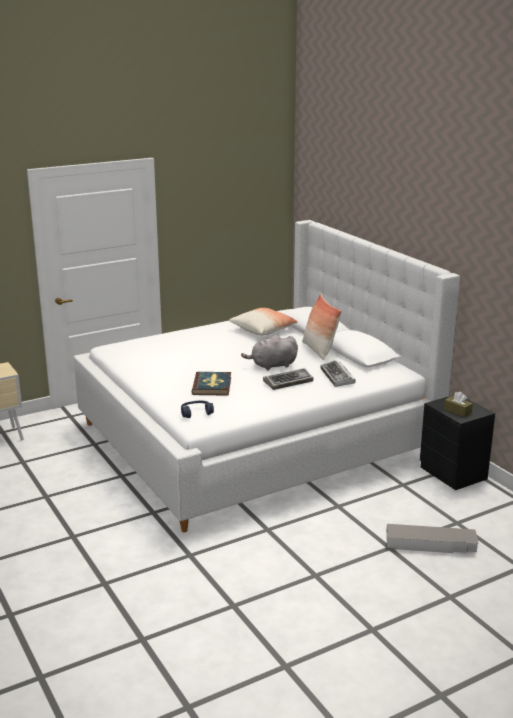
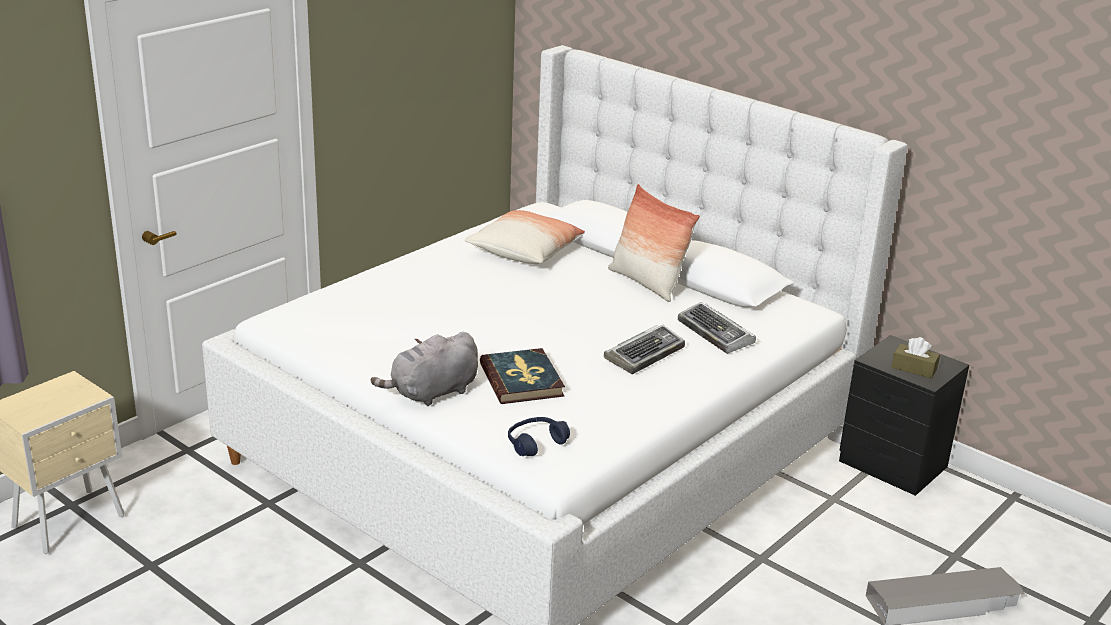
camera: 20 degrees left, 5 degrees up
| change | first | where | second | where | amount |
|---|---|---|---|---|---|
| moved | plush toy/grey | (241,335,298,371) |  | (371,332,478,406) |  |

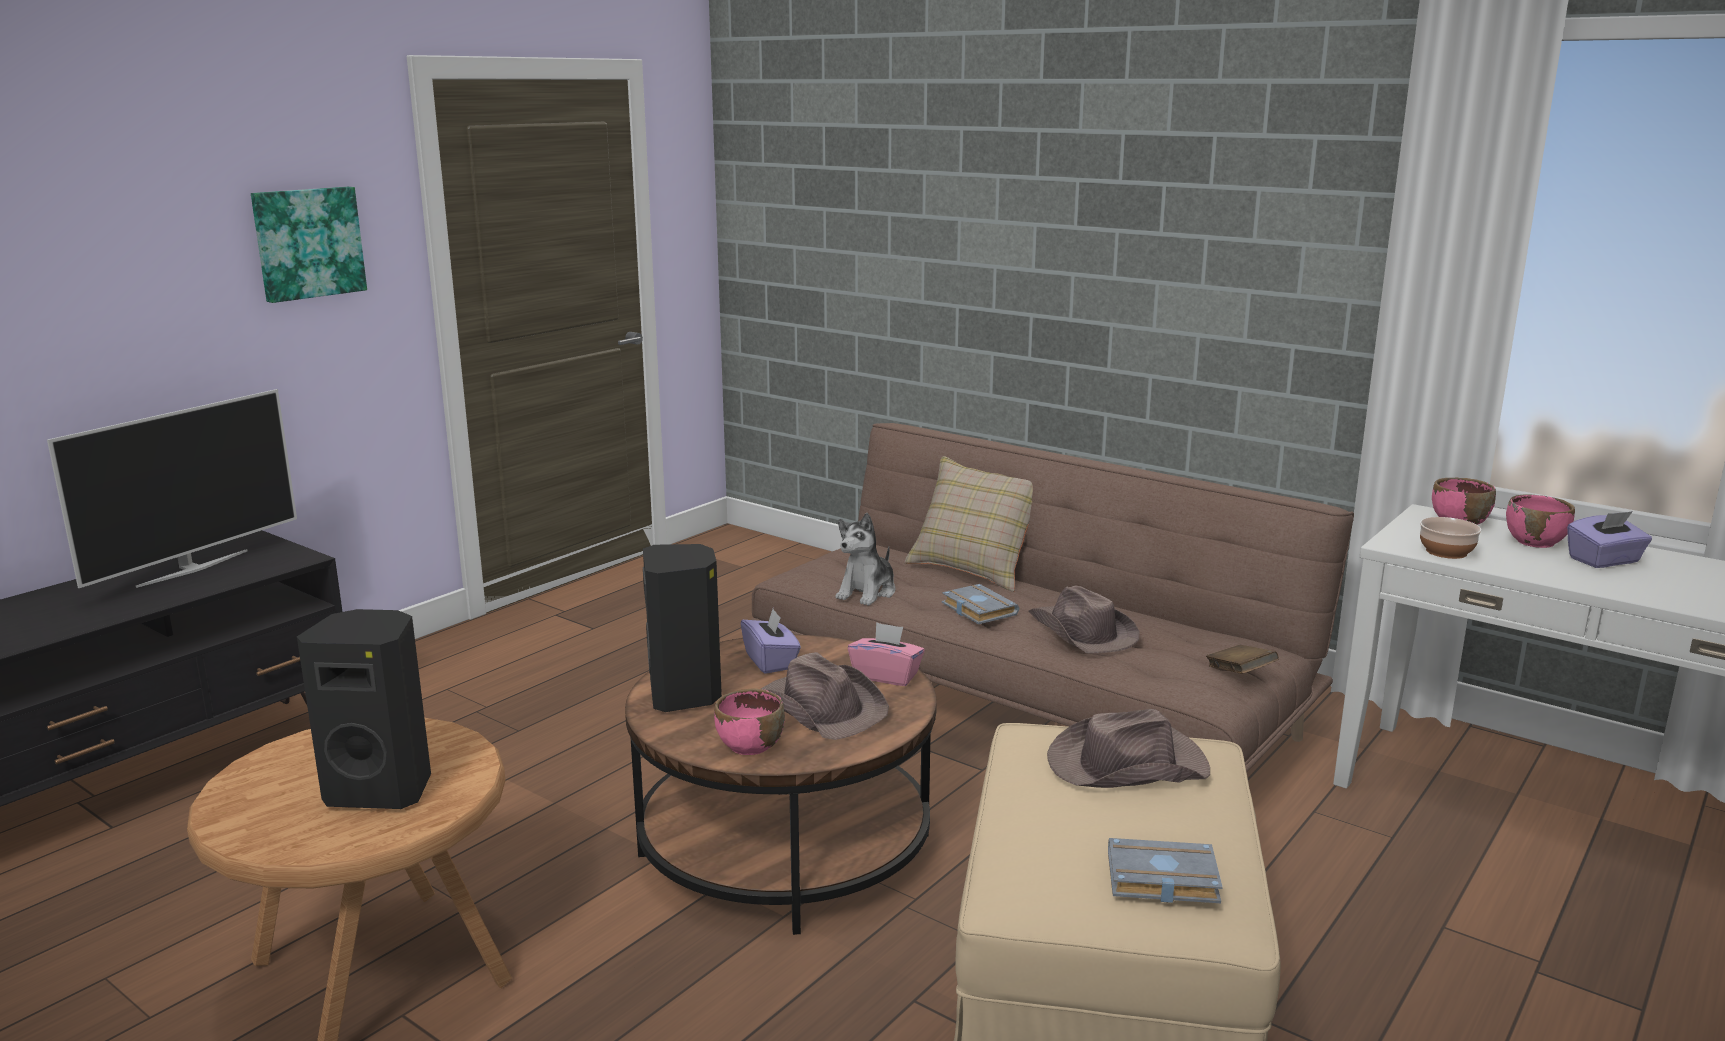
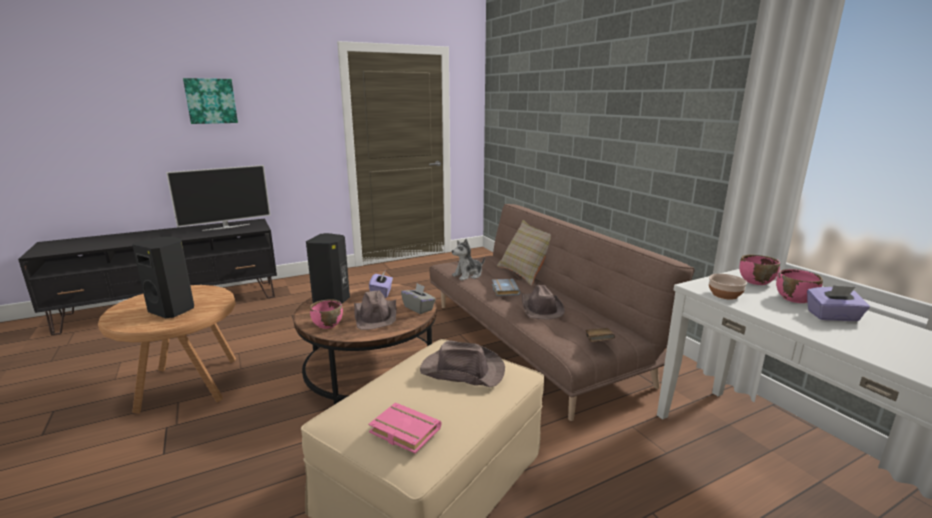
camera: 25 degrees right, 0 degrees up
| change | first | where | second | where | amount |
|---|---|---|---|---|---|
| moved | picture | (251,187,367,303) |  | (183,78,238,124) |  |
| recoloured | book/grey | (1108,838,1223,903) | book/pink | (368,402,442,453) |  |
| recoloured | tissue box/pink | (848,622,925,686) | tissue box/grey | (401,283,436,314) |  |

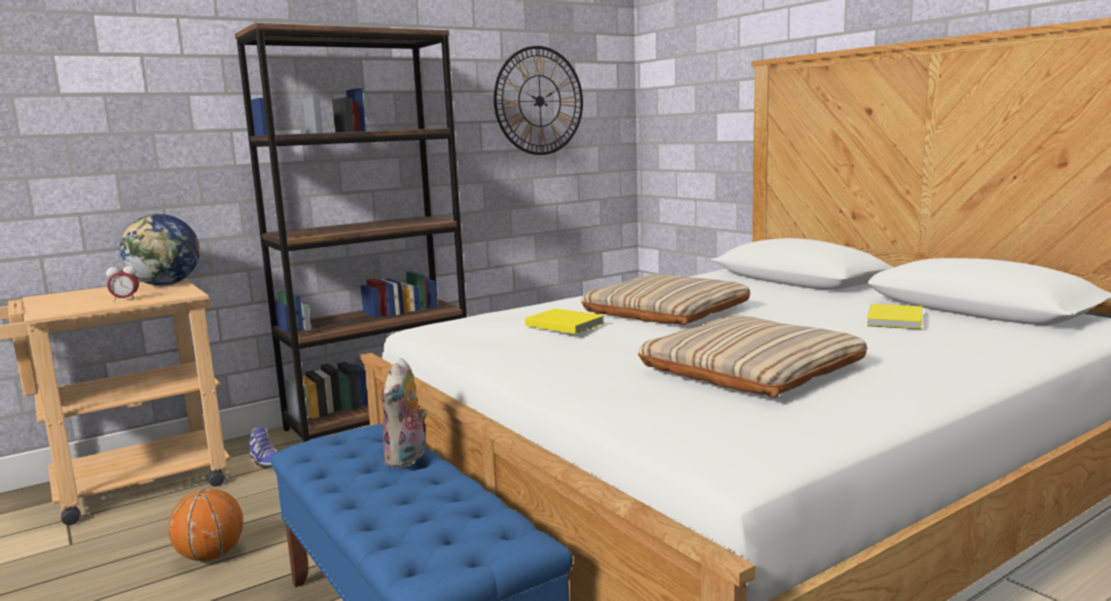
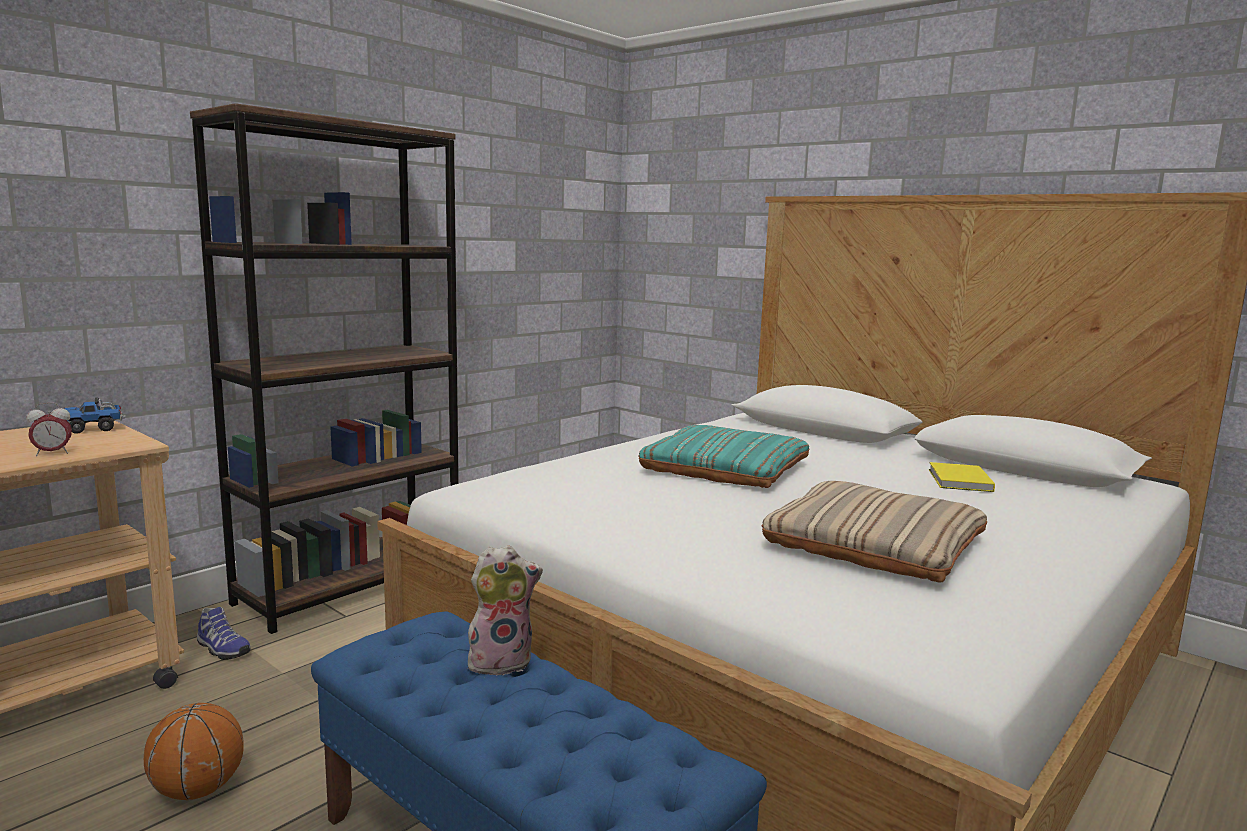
camera: 15 degrees left, 0 degrees up
| change | first | where | second | where | amount |
|---|---|---|---|---|---|
| replaced | globe | (120,214,200,286) | toy truck | (64,398,126,434) |  |
| turned | plush toy | (382,358,427,468) |  | (468,546,543,676) | 105 degrees counterclockwise |
| recoloured | pillow/beige | (581,274,751,325) | pillow/turquoise | (638,425,810,488) |  |
| removed | wall clock | (494,46,583,155) |  |  |  |
| removed | book/yellow | (525,309,605,334) |  |  |  |

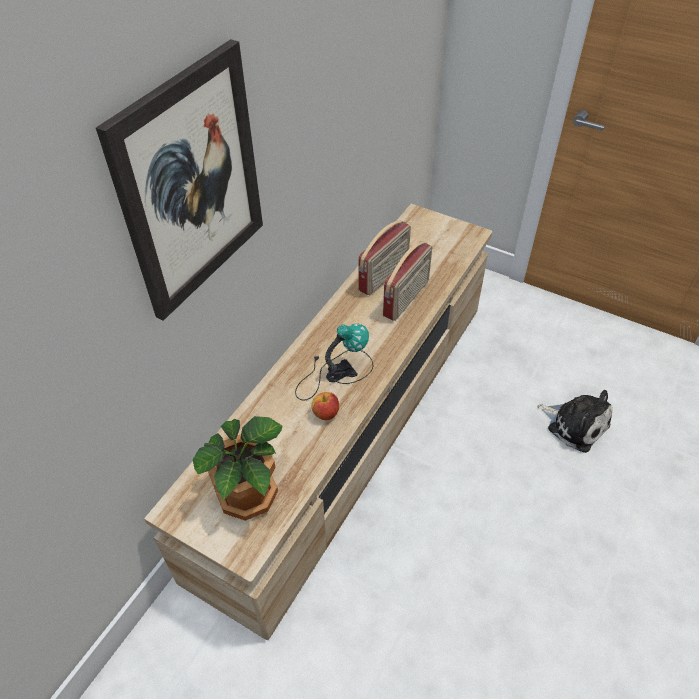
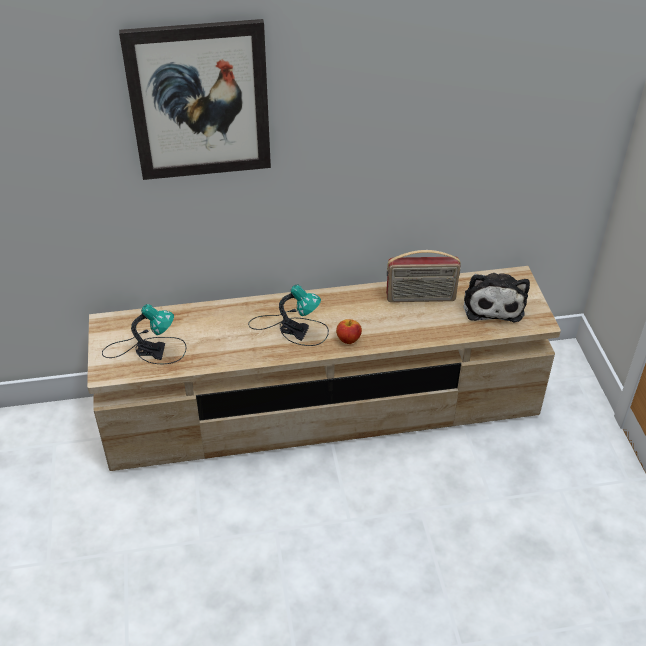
camera: 50 degrees right, 5 degrees down
| change | first | where | second | where | amount |
|---|---|---|---|---|---|
| replaced | potted plant | (193,416,282,521) | table lamp | (102,304,187,364) |  |
| moved | apple | (312,392,339,420) |  | (336,319,362,344) |  |
| moved | plush toy | (537,390,612,453) |  | (464,273,530,322) |  |
| removed | radio | (383,241,432,321) |  |  |  |

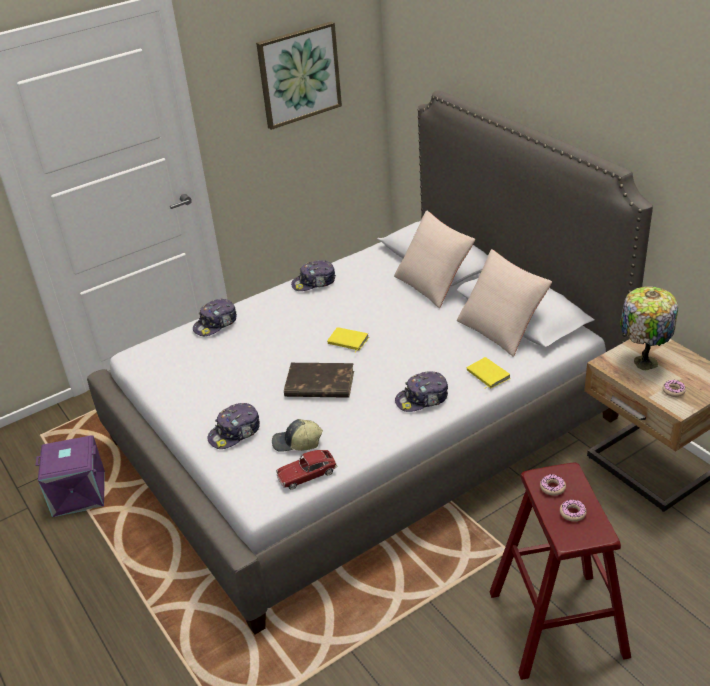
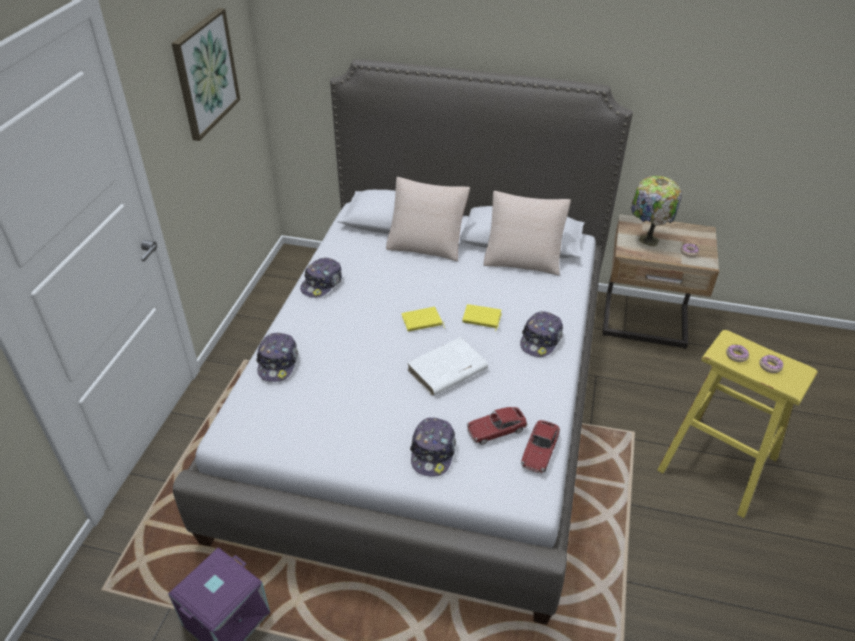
camera: 45 degrees left, 5 degrees up
| change | first | where | second | where | amount |
|---|---|---|---|---|---|
| recoloured | book/brown | (284,363,354,398) | book/white | (407,337,488,396) |  |
| moved | book/yellow | (467,357,511,389) |  | (462,304,502,331) |  |
| replaced | cap | (272,419,323,452) | toy car | (467,407,528,445) |  |
| recoloured | stool/red | (490,463,631,680) | stool/yellow | (657,330,818,518) |  |

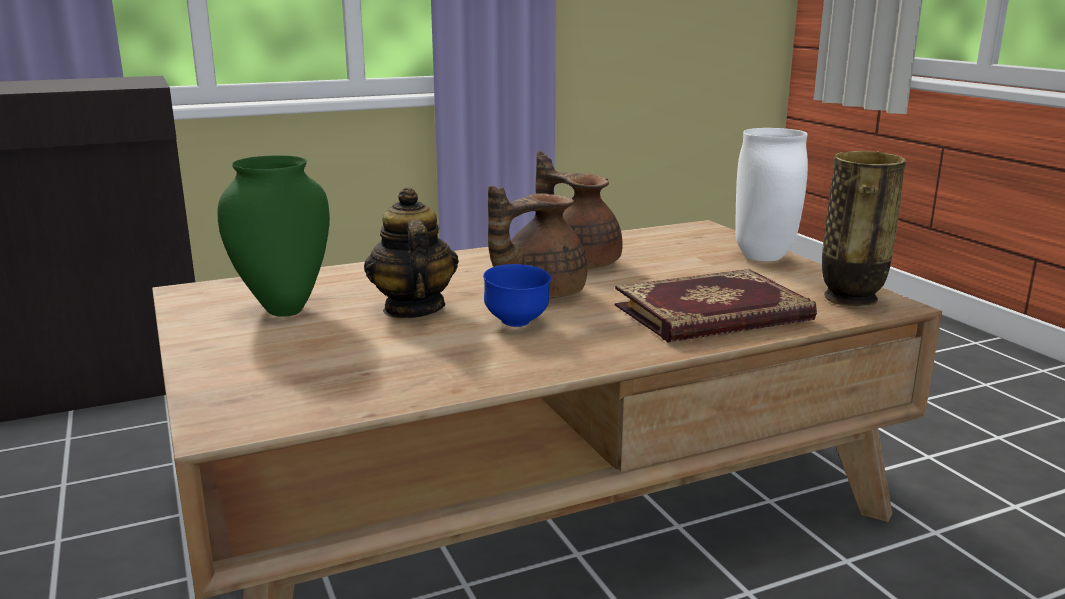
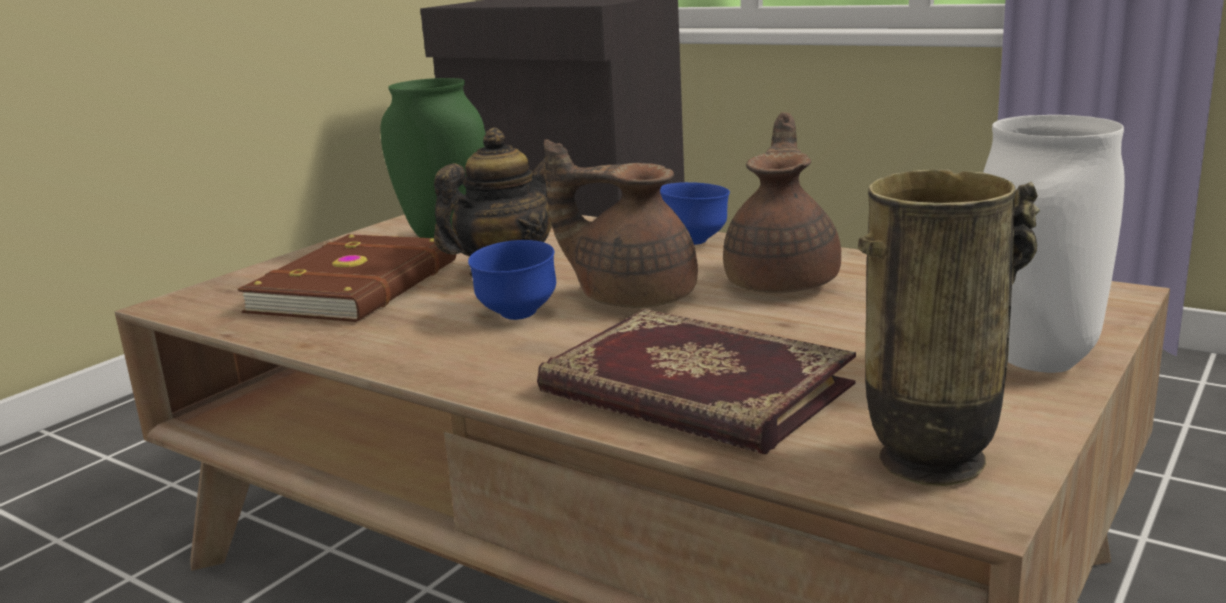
camera: 60 degrees right, 0 degrees up
| change | first | where | second | where | amount |
|---|---|---|---|---|---|
| added |  |  | book/brown | (237,234,456,322) |  |
| added |  |  | bowl/blue | (660,182,730,245) |  |

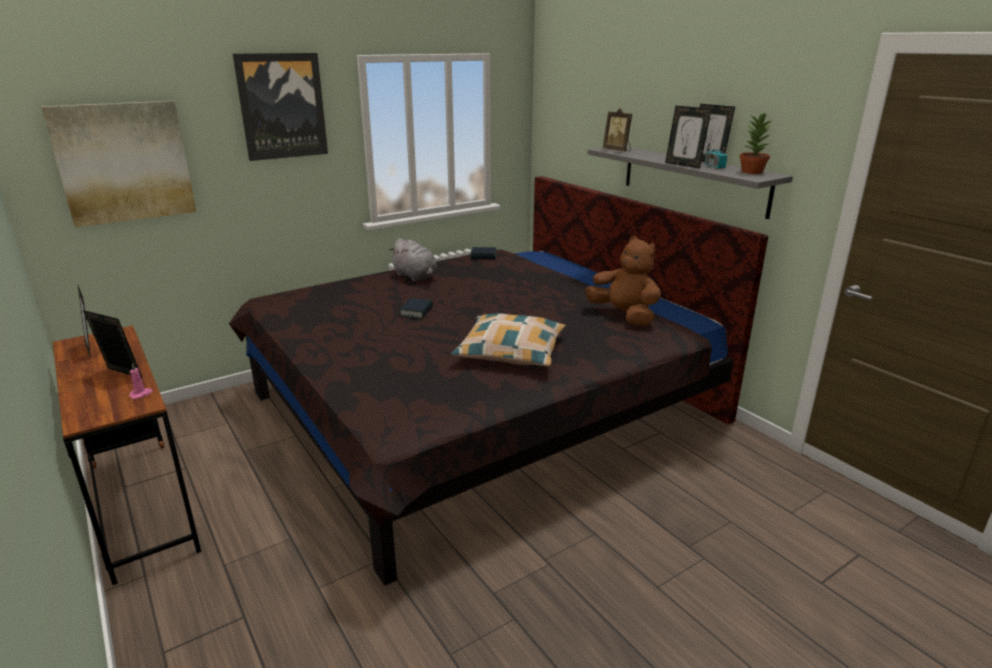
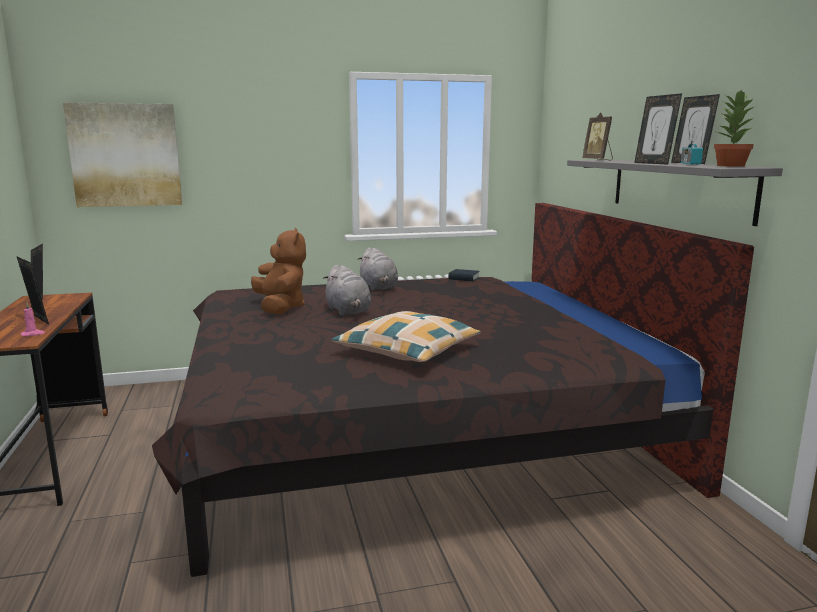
camera: 20 degrees right, 10 degrees down
| change | first | where | second | where | amount |
|---|---|---|---|---|---|
| moved | plush toy/brown | (585,236,661,326) |  | (251,228,306,314) |  |
| replaced | book | (400,298,433,319) | plush toy/grey | (323,265,371,315) |  |
| removed | picture | (233,53,328,161) |  |  |  |

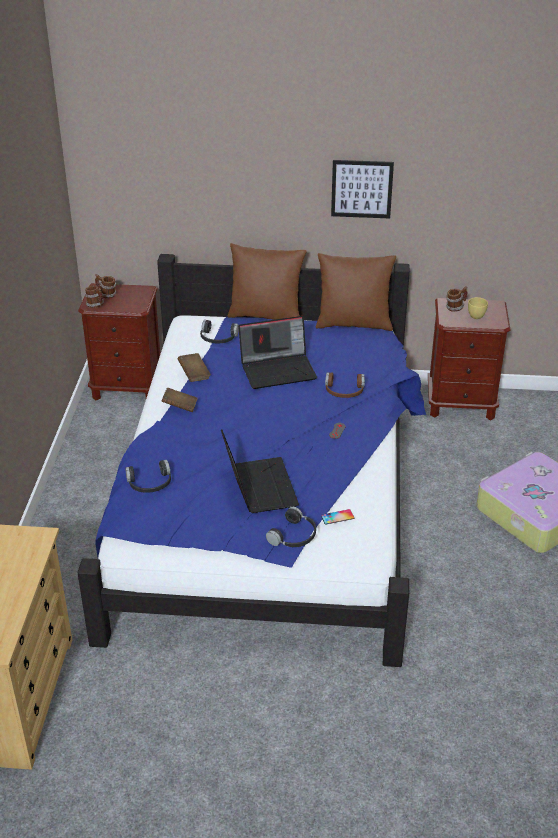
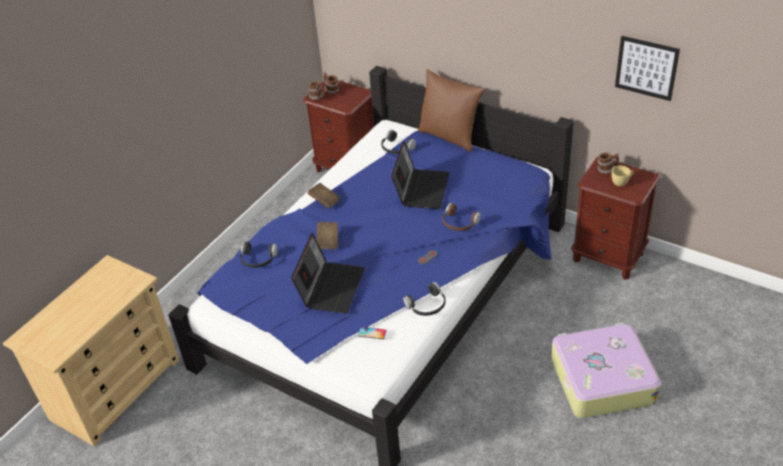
camera: 30 degrees right, 5 degrees up
| change | first | where | second | where | amount |
|---|---|---|---|---|---|
| moved | book/brown | (178,353,211,382) |  | (317,222,338,249) |  |
| turned | laptop | (238,316,317,389) |  | (391,141,450,209) | 90 degrees counterclockwise |
| moved | headphones/black | (266,507,316,547) |  | (403,282,446,316) |  |
| moved | picture | (331,160,394,219) |  | (615,36,680,101) |  |
| removed | pillow/brown | (316,253,396,331) |  |  |  |

